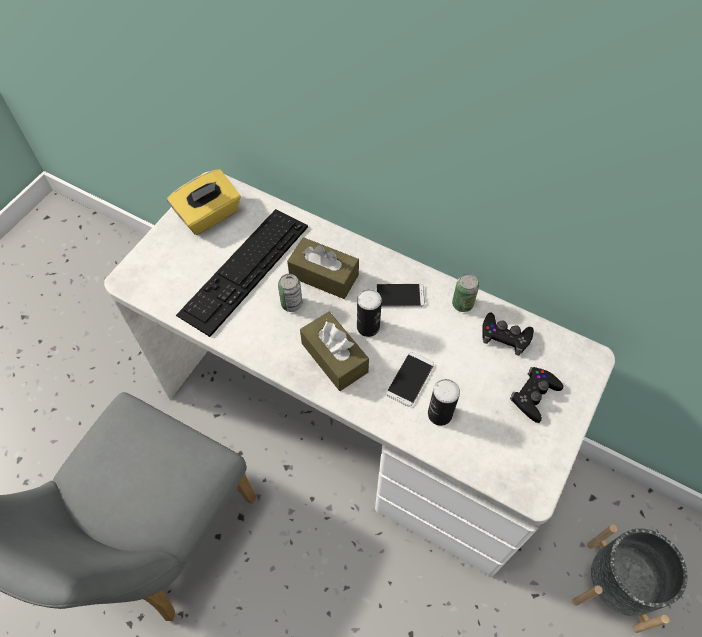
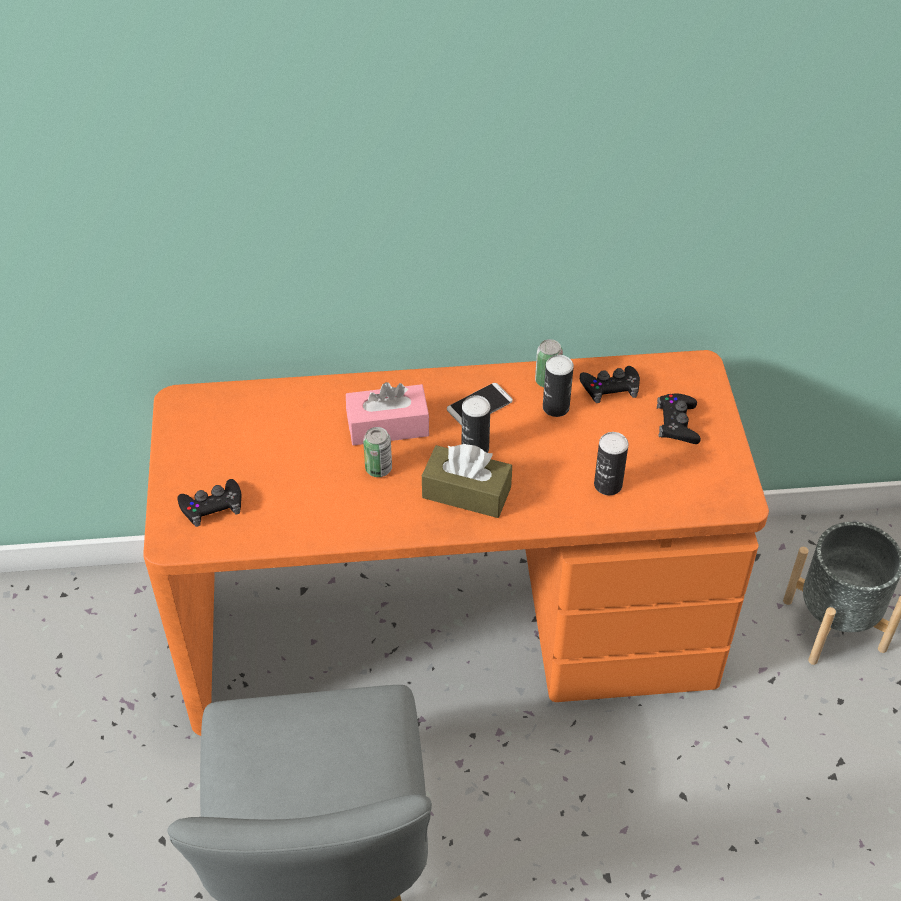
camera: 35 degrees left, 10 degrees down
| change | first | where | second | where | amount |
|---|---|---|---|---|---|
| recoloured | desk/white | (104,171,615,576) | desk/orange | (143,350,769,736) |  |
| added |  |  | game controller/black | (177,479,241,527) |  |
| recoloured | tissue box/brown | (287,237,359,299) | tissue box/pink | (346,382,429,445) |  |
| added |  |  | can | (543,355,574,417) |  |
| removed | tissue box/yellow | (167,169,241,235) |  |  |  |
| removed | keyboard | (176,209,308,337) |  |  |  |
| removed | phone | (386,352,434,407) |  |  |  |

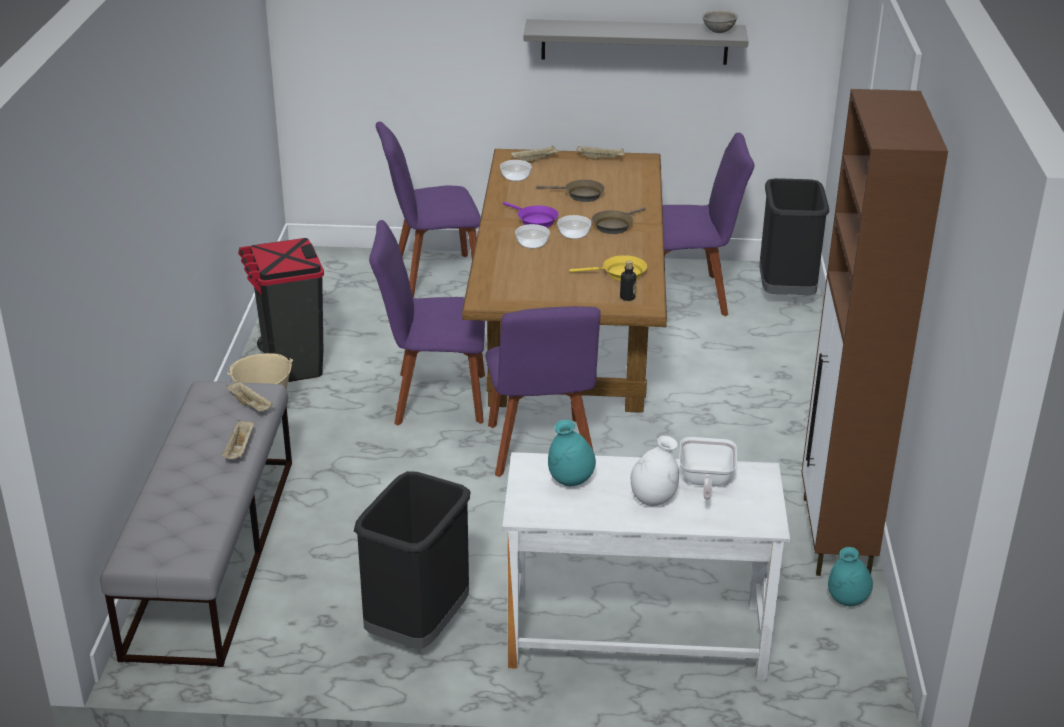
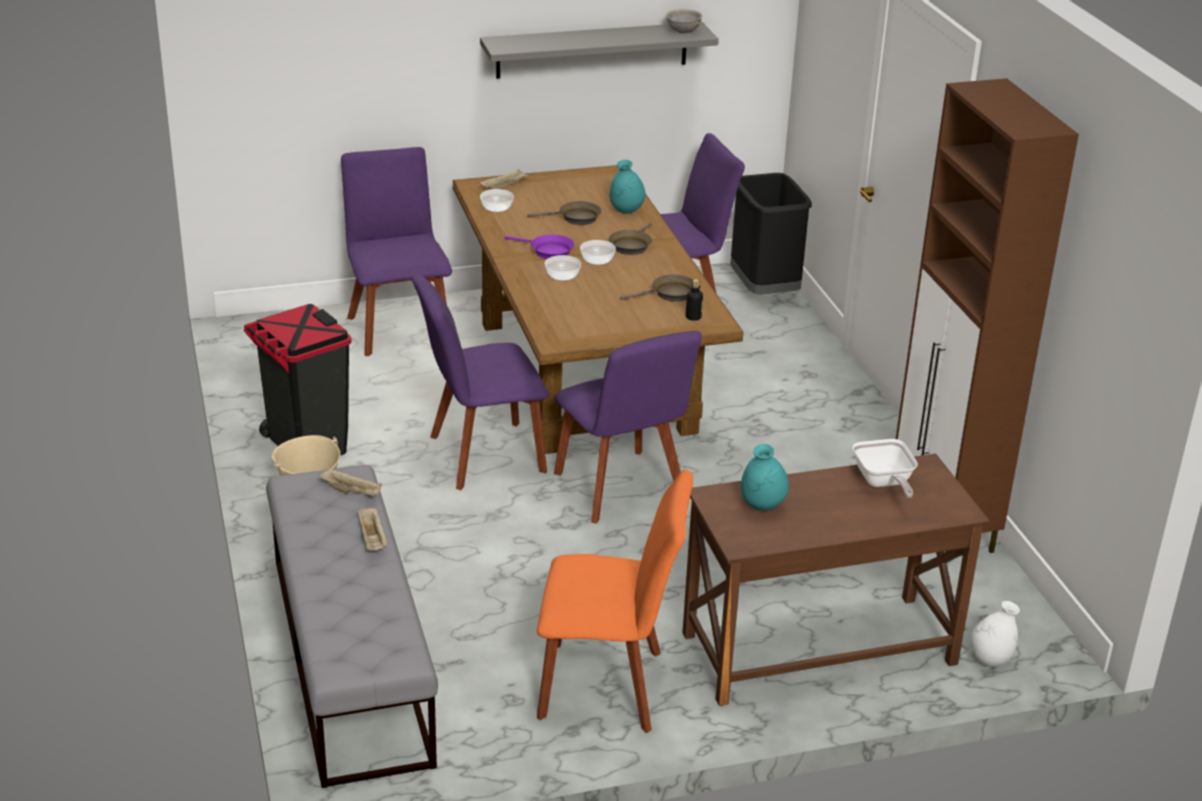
camera: 20 degrees left, 0 degrees up
| change | first | where | second | where | amount |
|---|---|---|---|---|---|
| turned | chair/purple | (376,121,481,298) |  | (341,147,452,356) | 105 degrees clockwise |
| replaced | trash can/black | (354,471,470,649) | chair/orange | (537,470,693,733) |  |
| moved | vase/turquoise | (828,547,873,606) |  | (610,160,646,213) |  |
| recoloured | frying pan/yellow | (570,255,647,281) | frying pan/brown | (620,274,693,302) |  |
| recoloured | desk/white | (502,452,790,681) | desk/brown | (682,454,990,706) |  |
| moved | vase/white | (631,436,679,506) |  | (971,601,1020,667) |  |
| removed | tray/beige | (576,145,624,160) |  |  |  |

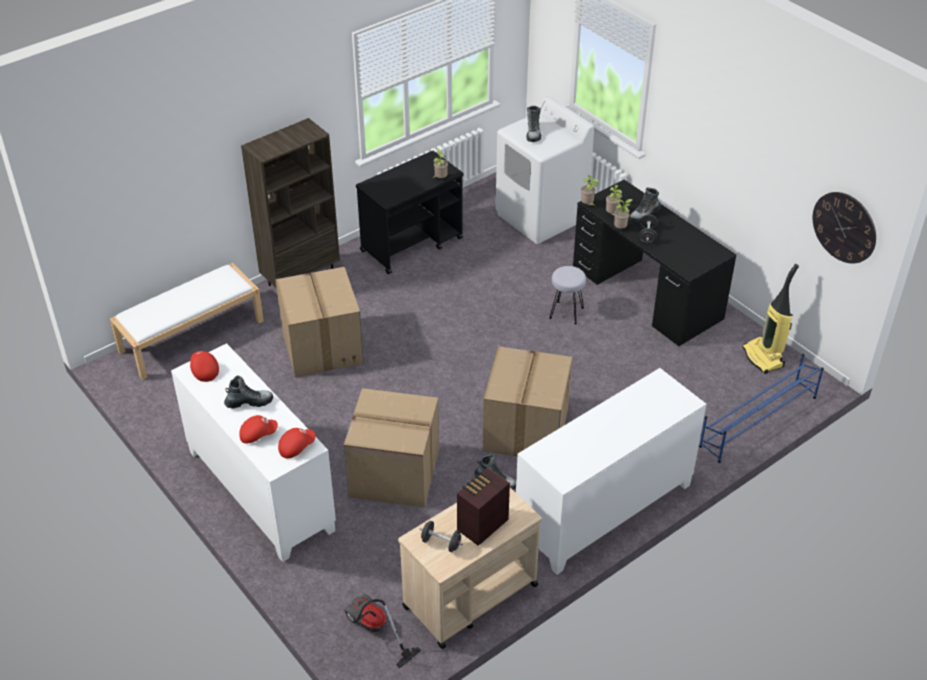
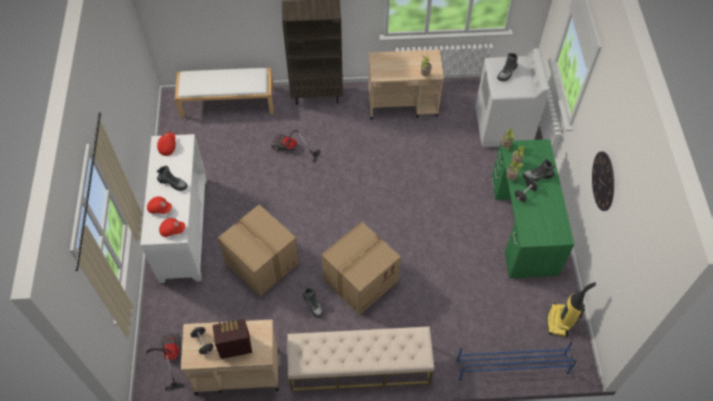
camera: 35 degrees right, 15 degrees up
| change | first | where | second | where | amount |
|---|---|---|---|---|---|
| replaced | cardboard box | (275,267,364,377) | vacuum cleaner | (271,130,321,162) |  |
| replaced | cabinet/white | (516,368,706,575) | bench/beige | (287,327,434,391) |  |
| recoloured | cart/black | (356,151,464,274) | cart/beige | (368,50,444,120) |  |
| recoloured | desk/black | (573,180,737,346) | desk/green | (491,139,574,278) |  |
| moved | wall clock | (813,192,876,264) |  | (592,151,614,211) |  |
| removed | stool/grey | (549,266,586,325) |  |  |  |

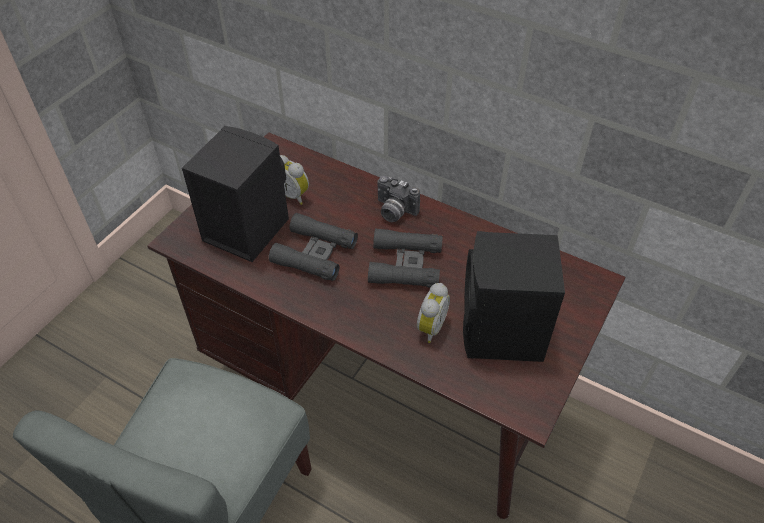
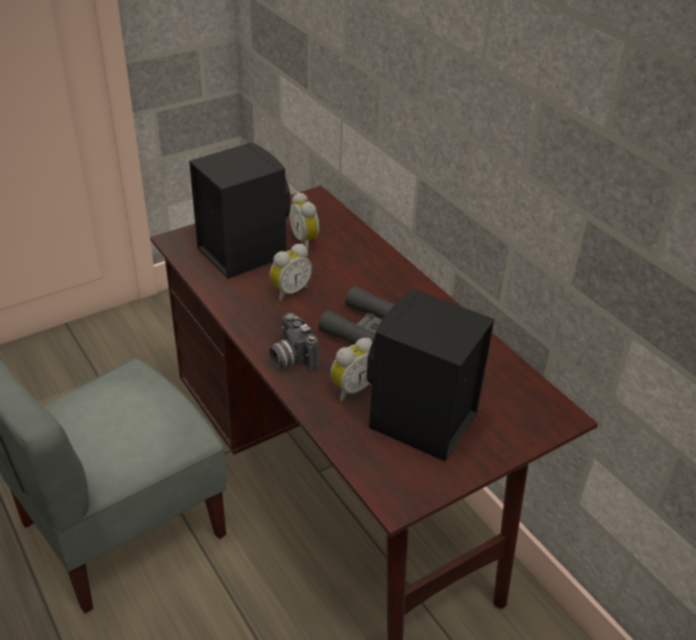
camera: 25 degrees right, 10 degrees down
| change | first | where | second | where | amount |
|---|---|---|---|---|---|
| moved | photo camera | (377,176,420,222) |  | (269,313,319,371) |  |
| replaced | binoculars/black | (269,213,358,281) | alarm clock | (270,244,312,301) |  |

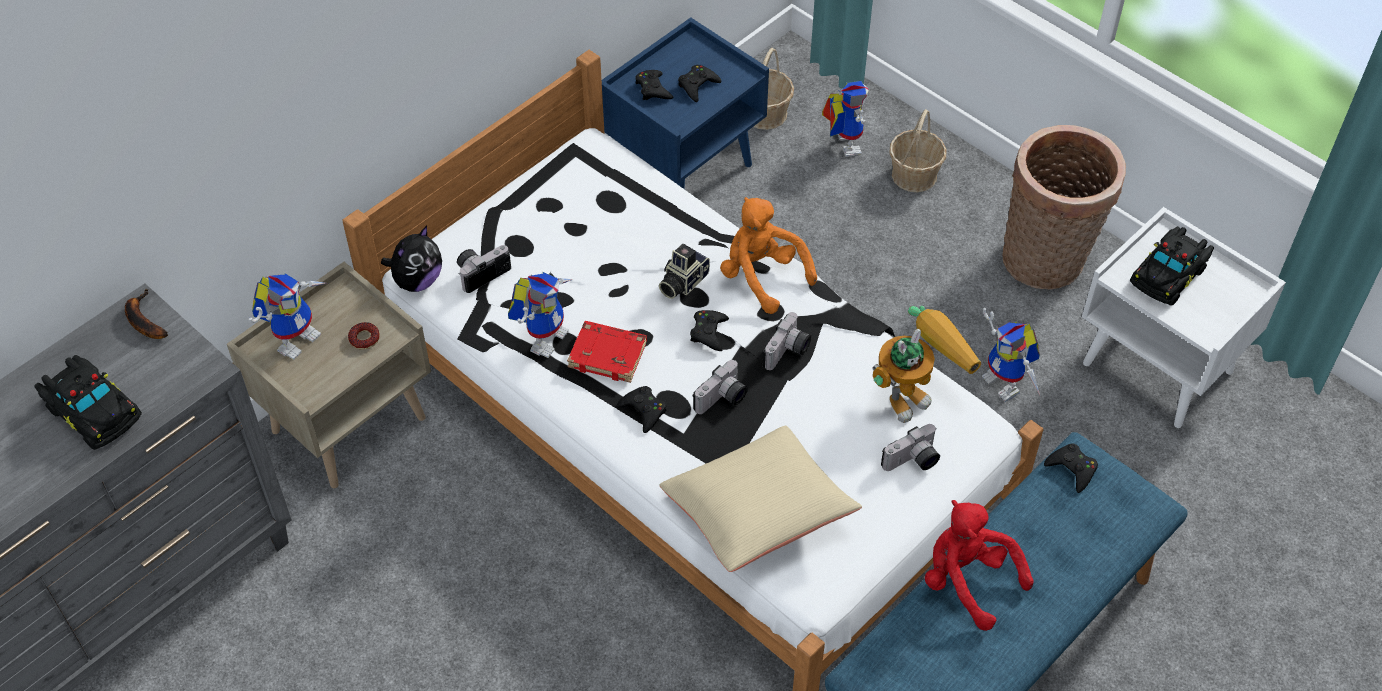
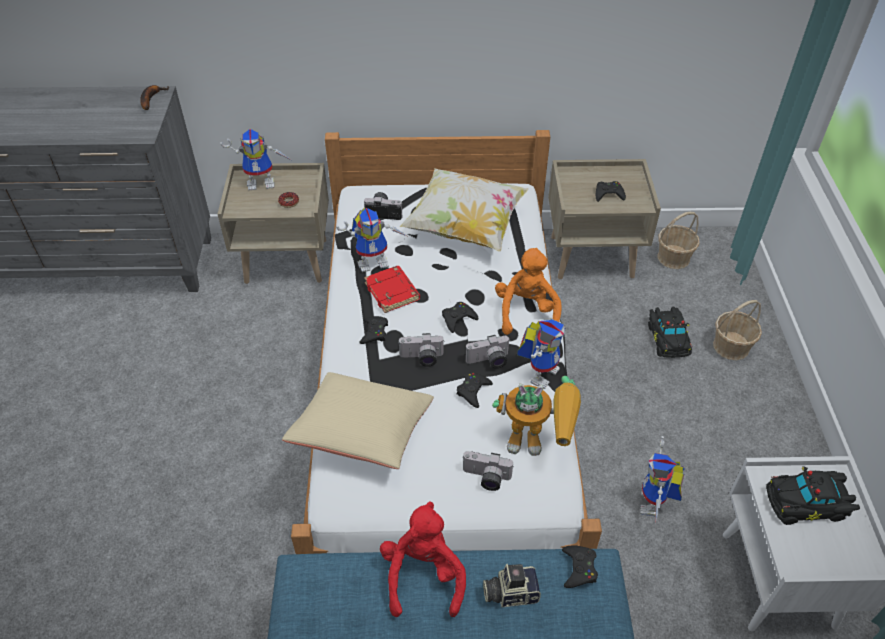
camera: 45 degrees right, 5 degrees down
| change | first | where | second | where | amount |
|---|---|---|---|---|---|
| added |  |  | pillow | (399,169,529,252) |  |
| moved | game controller/black | (635,70,673,100) |  | (457,372,493,408) |  |
| moved | photo camera | (659,243,710,299) |  | (483,564,541,607) |  |
| moved | toy robot | (822,81,869,157) |  | (517,319,566,389) |  |
| recoloured | nightstand/blue | (602,18,769,189) | nightstand/beige | (548,159,661,279) |  |
| moved | toy car/black | (35,355,142,450) |  | (648,307,692,358) |  |
| removed | plush toy | (381,225,442,292) |  |  |  |
| removed | basket | (1003,125,1126,290) |  |  |  |

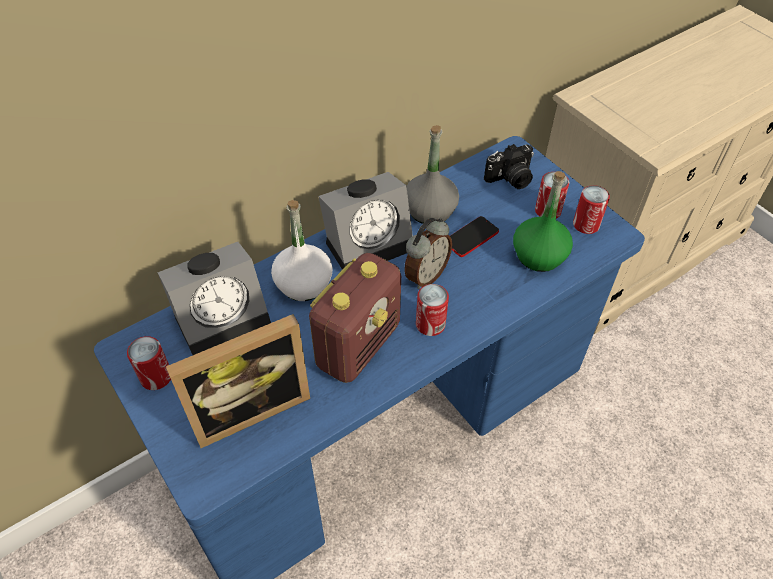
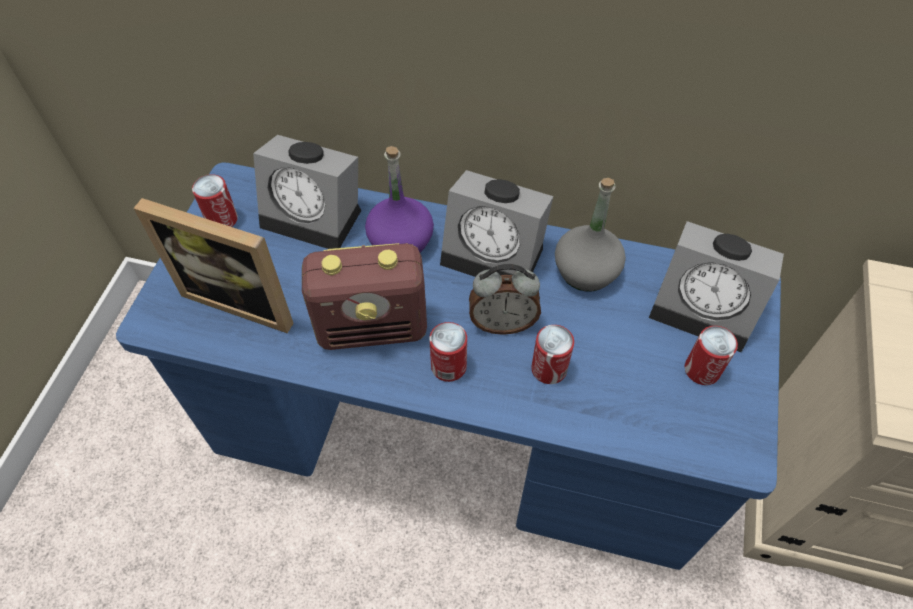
camera: 50 degrees right, 5 degrees up
| change | first | where | second | where | amount |
|---|---|---|---|---|---|
| recoloured | bottle/white | (271,200,333,301) | bottle/purple | (365,146,434,253) |  |
| moved | can | (573,185,610,234) |  | (531,325,574,384) |  |
| replaced | photo camera | (484,144,534,189) | alarm clock | (649,221,784,352) |  |
| removed | phone | (450,216,499,257) |  |  |  |
| removed | bottle/green | (513,171,573,272) |  |  |  |

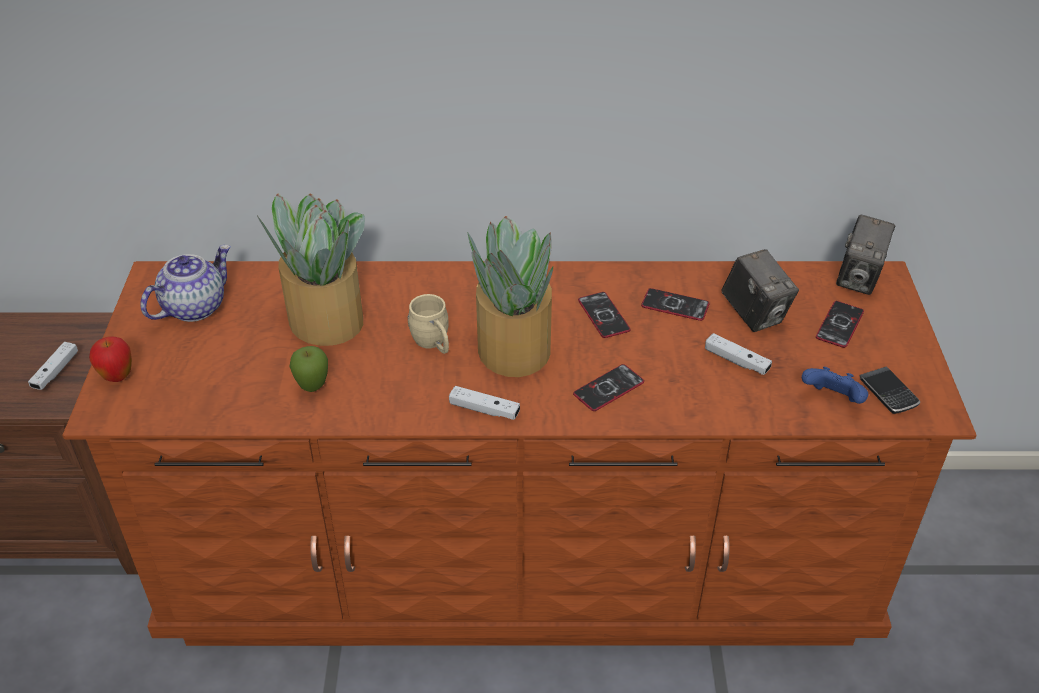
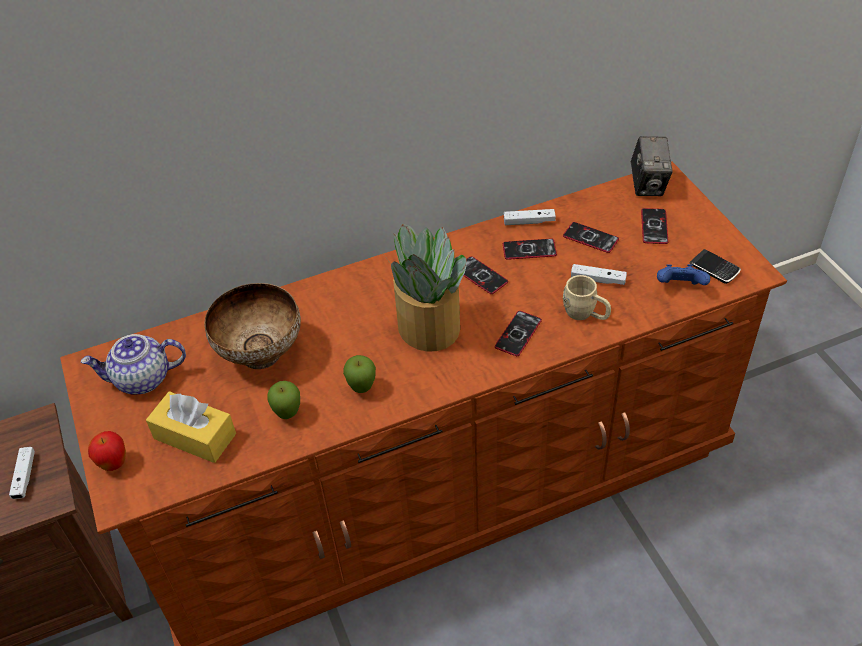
camera: 20 degrees left, 5 degrees up
| change | first | where | second | where | amount |
|---|---|---|---|---|---|
| turned | teapot | (140,245,231,322) |  | (81,334,186,395) | 120 degrees counterclockwise |
| added |  |  | tissue box/yellow | (146,391,236,463) |  |
| replaced | potted plant | (257,194,365,346) | bowl | (204,283,301,369) |  |
| added |  |  | apple | (343,355,376,393) |  |
| moved | game controller/white | (449,386,520,420) |  | (504,209,556,225) |  |
| replaced | photo camera | (721,249,799,332) | phone | (563,222,619,253) |  |
| moved | mug/beige | (408,294,449,354) |  | (563,275,611,320) |  |

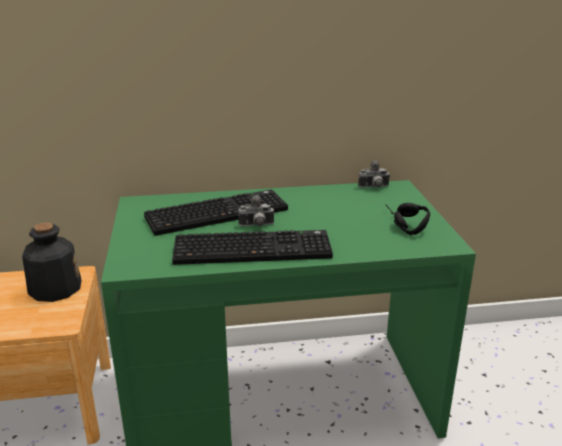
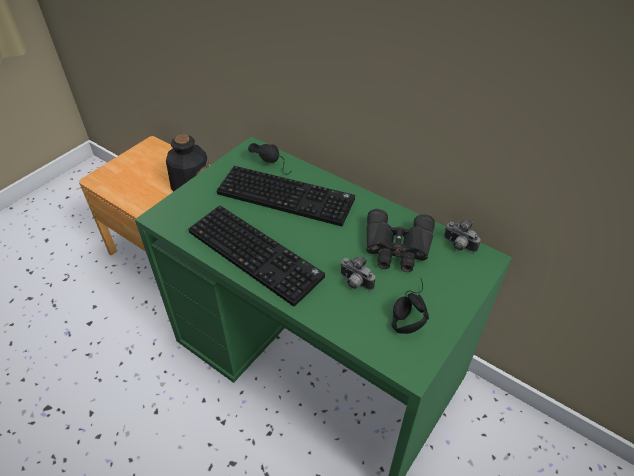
camera: 45 degrees right, 20 degrees up
| change | first | where | second | where | amount |
|---|---|---|---|---|---|
| added |  |  | headphones/black | (248,143,292,174) |  |
| moved | photo camera | (238,195,275,226) |  | (340,256,375,290) |  |
| added |  |  | binoculars/black | (366,209,435,272) |  |

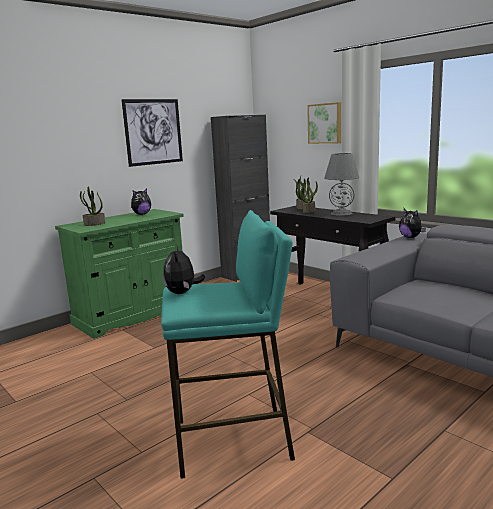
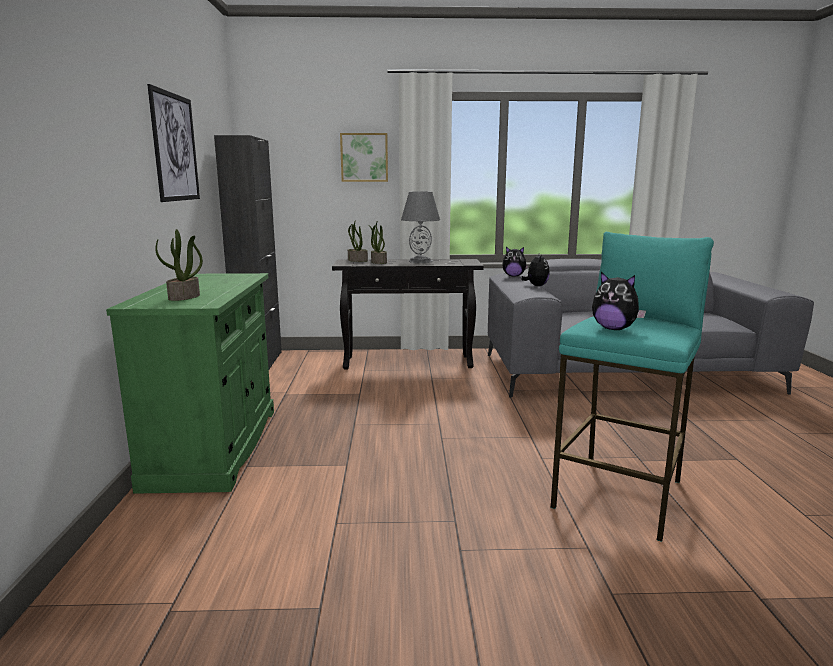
camera: 50 degrees left, 0 degrees up
| change | first | where | second | where | amount |
|---|---|---|---|---|---|
| moved | plush toy | (131,189,151,215) |  | (521,252,550,286) |  |

